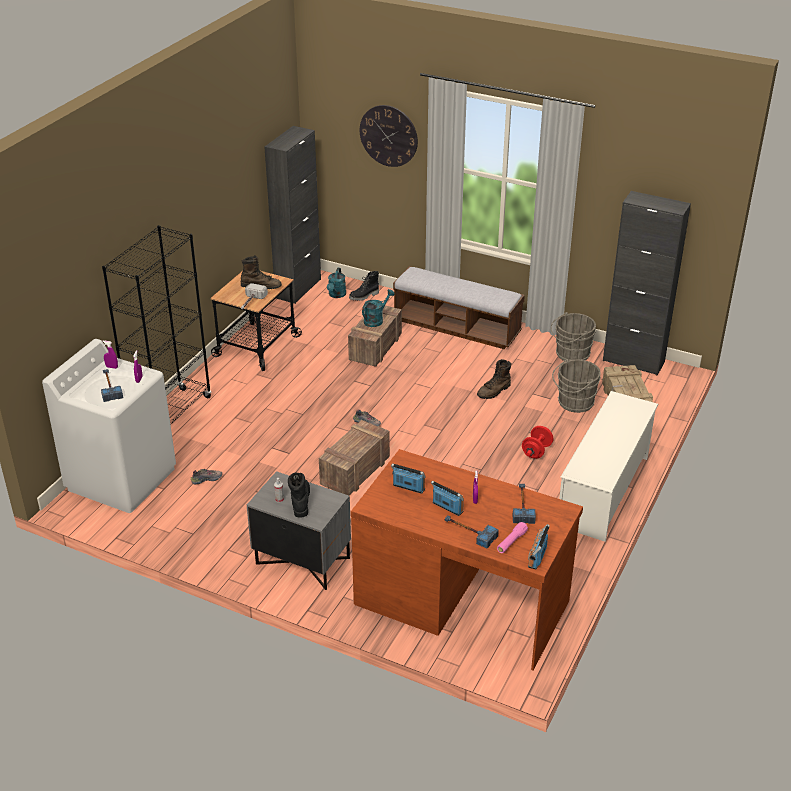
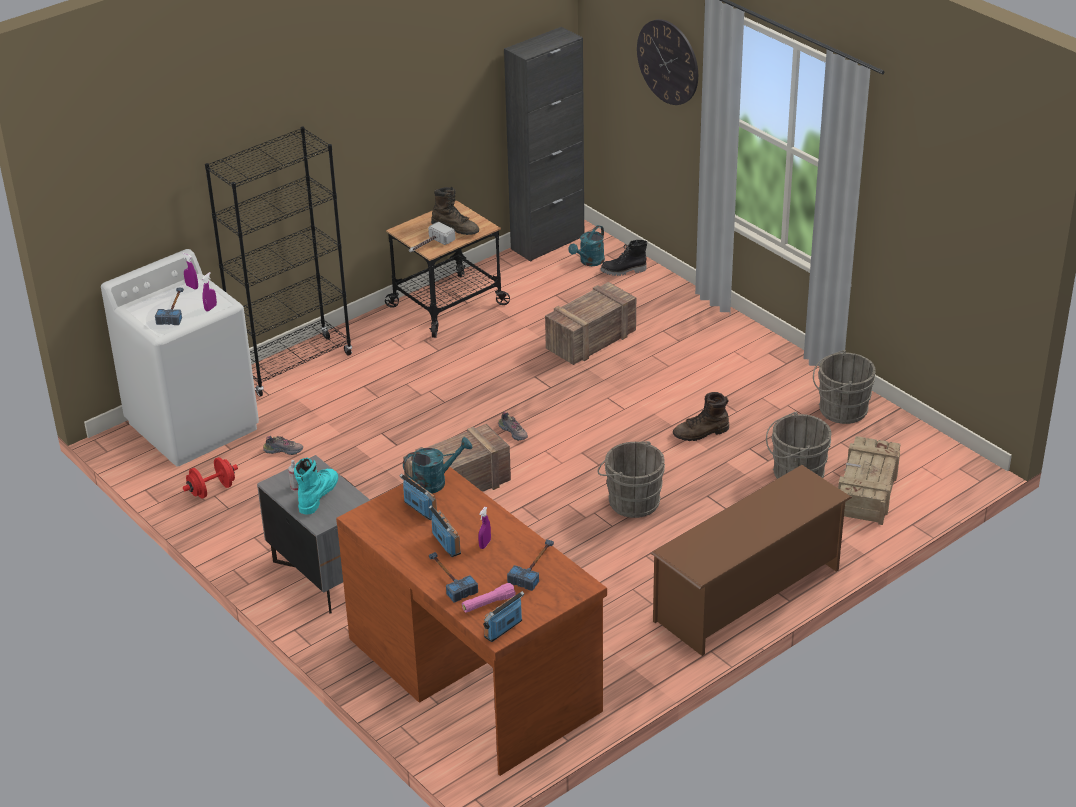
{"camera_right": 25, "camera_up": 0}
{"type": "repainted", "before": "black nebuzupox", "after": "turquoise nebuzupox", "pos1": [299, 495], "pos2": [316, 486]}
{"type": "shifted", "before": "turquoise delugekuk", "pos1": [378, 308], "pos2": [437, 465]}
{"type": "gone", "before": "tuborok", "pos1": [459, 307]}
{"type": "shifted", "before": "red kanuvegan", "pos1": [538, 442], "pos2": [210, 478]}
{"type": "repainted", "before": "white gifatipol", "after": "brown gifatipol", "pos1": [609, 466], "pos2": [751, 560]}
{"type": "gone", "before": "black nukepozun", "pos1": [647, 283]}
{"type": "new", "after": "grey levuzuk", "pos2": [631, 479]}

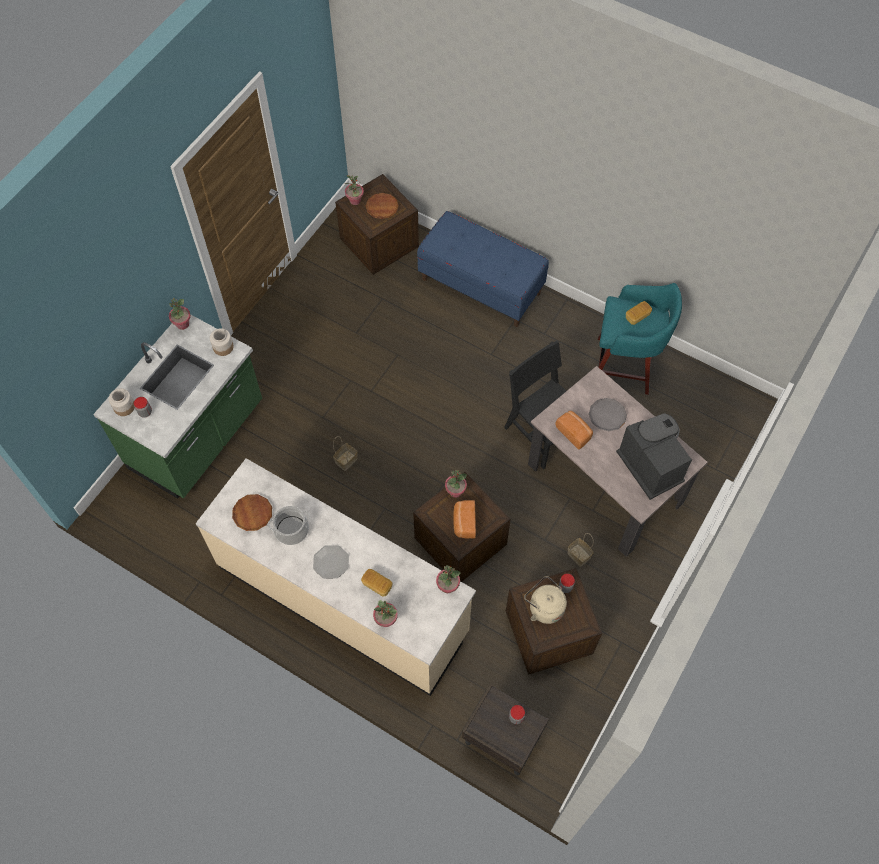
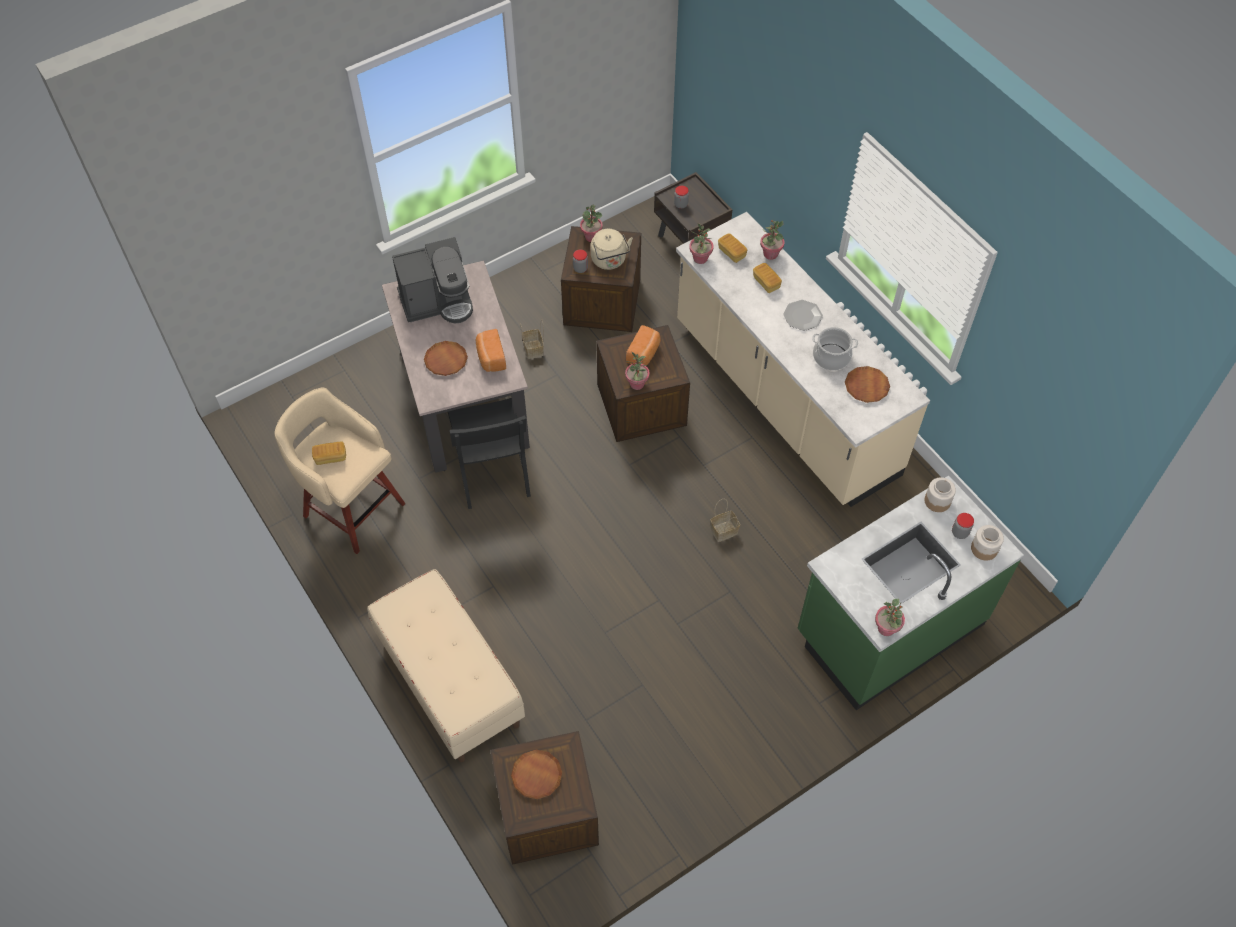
{"camera_right": -155, "camera_up": -5}
{"type": "shifted", "before": "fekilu", "pos1": [222, 342], "pos2": [940, 494]}
{"type": "shifted", "before": "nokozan", "pos1": [354, 190], "pos2": [591, 223]}
{"type": "repainted", "before": "blue tuborok", "after": "beige tuborok", "pos1": [483, 269], "pos2": [446, 665]}
{"type": "repainted", "before": "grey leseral", "after": "brown leseral", "pos1": [608, 414], "pos2": [446, 358]}
{"type": "repainted", "before": "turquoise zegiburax", "after": "beige zegiburax", "pos1": [640, 339], "pos2": [339, 470]}
{"type": "rotated", "before": "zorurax", "pos1": [654, 457], "pos2": [432, 280], "turn": -105}
{"type": "new", "after": "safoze", "pos2": [732, 248]}

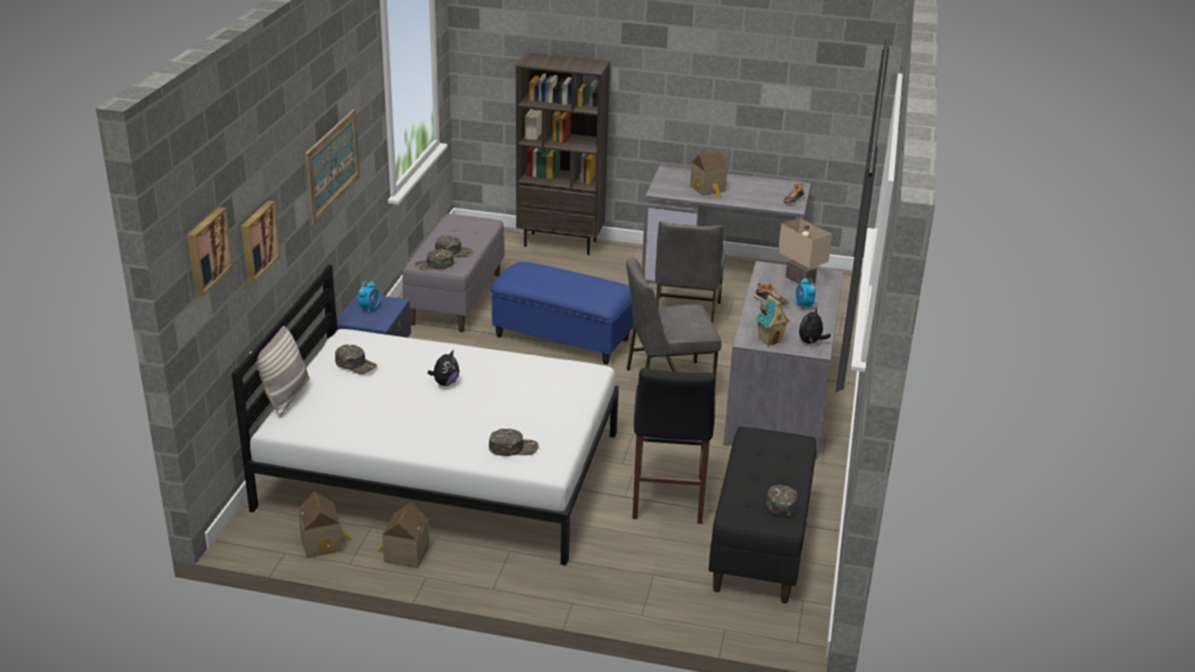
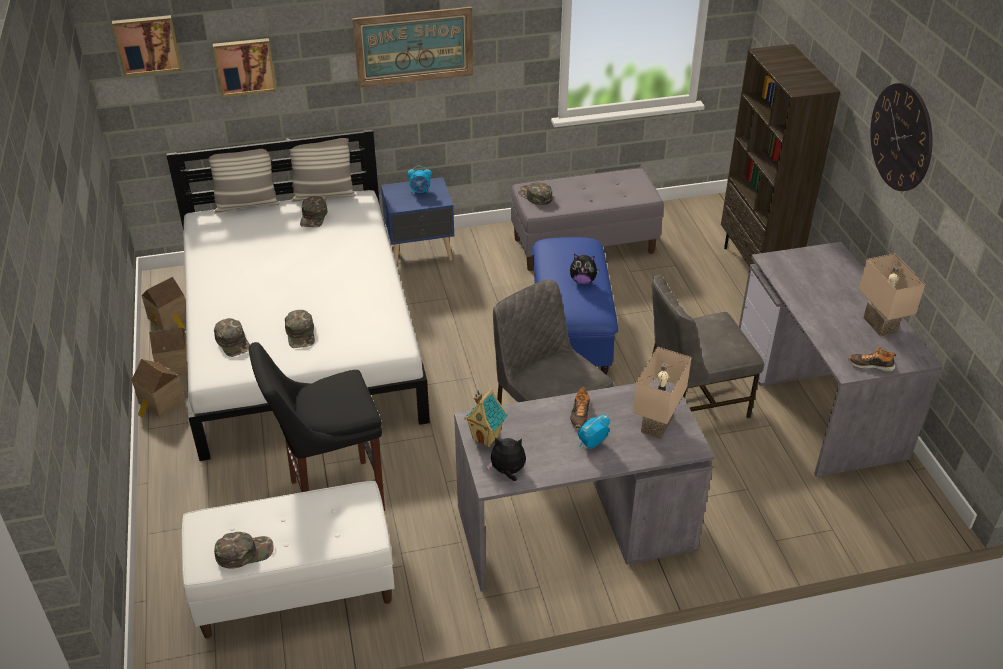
{"camera_right": 65, "camera_up": 10}
{"type": "shifted", "before": "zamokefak", "pos1": [444, 368], "pos2": [585, 269]}
{"type": "shifted", "before": "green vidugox", "pos1": [454, 246], "pos2": [300, 329]}
{"type": "shifted", "before": "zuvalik", "pos1": [709, 174], "pos2": [158, 388]}
{"type": "repainted", "before": "black tuborok", "after": "white tuborok", "pos1": [762, 515], "pos2": [288, 559]}
{"type": "new", "after": "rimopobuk", "pos2": [321, 170]}
{"type": "new", "after": "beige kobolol", "pos2": [892, 295]}
{"type": "new", "after": "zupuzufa", "pos2": [901, 137]}

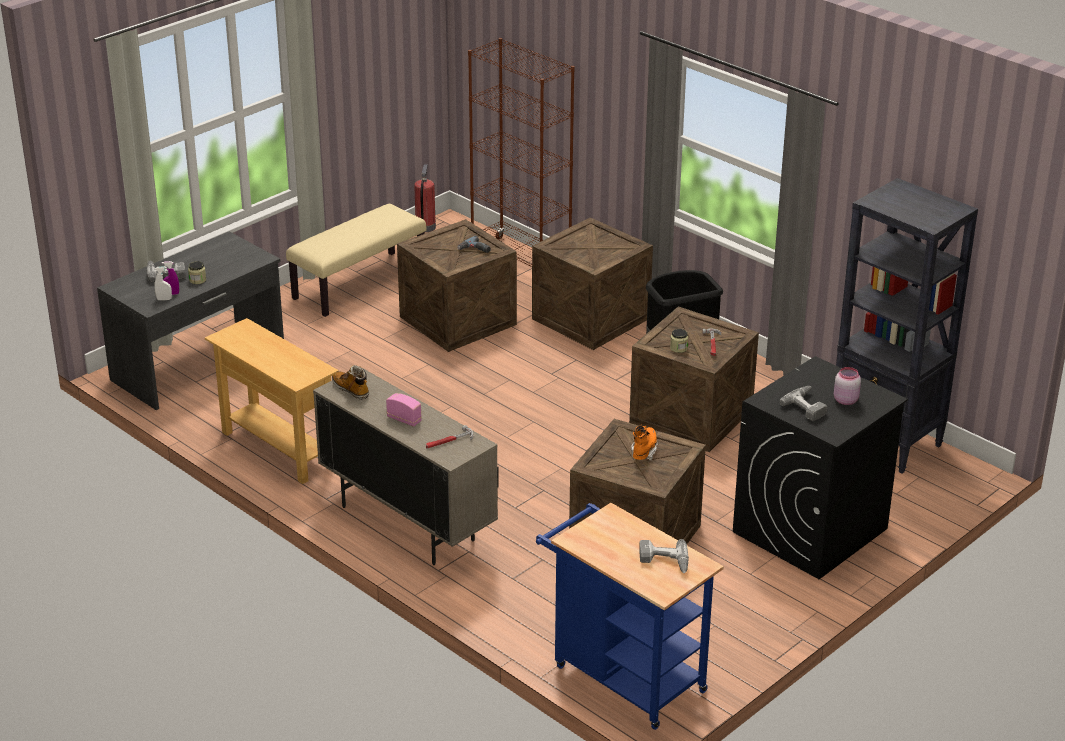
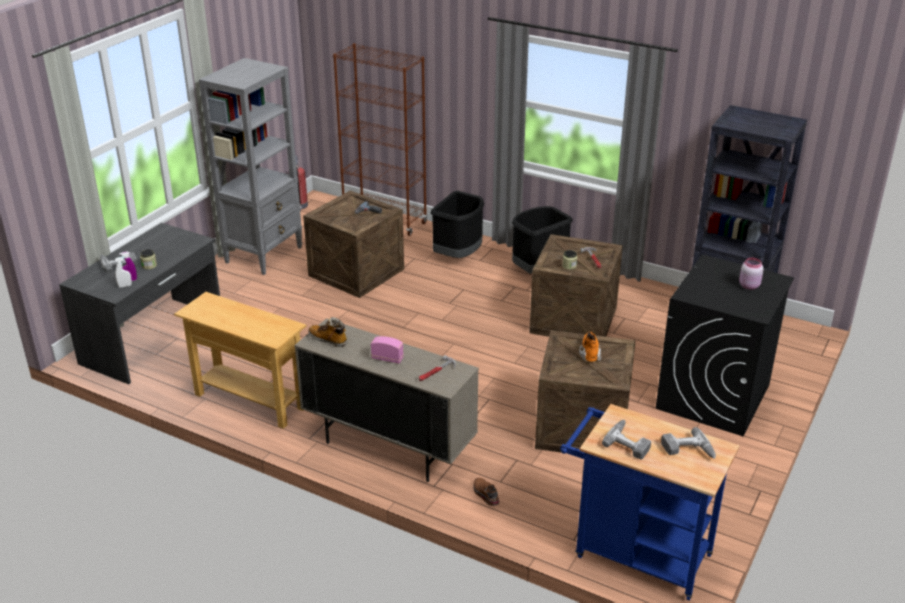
{"camera_right": -15, "camera_up": 0}
{"type": "swapped", "before": "beige tuborok", "after": "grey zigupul", "pos1": [356, 260], "pos2": [250, 166]}
{"type": "swapped", "before": "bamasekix", "after": "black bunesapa", "pos1": [592, 283], "pos2": [457, 224]}
{"type": "shifted", "before": "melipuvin", "pos1": [803, 403], "pos2": [626, 440]}
{"type": "new", "after": "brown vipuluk", "pos2": [486, 492]}

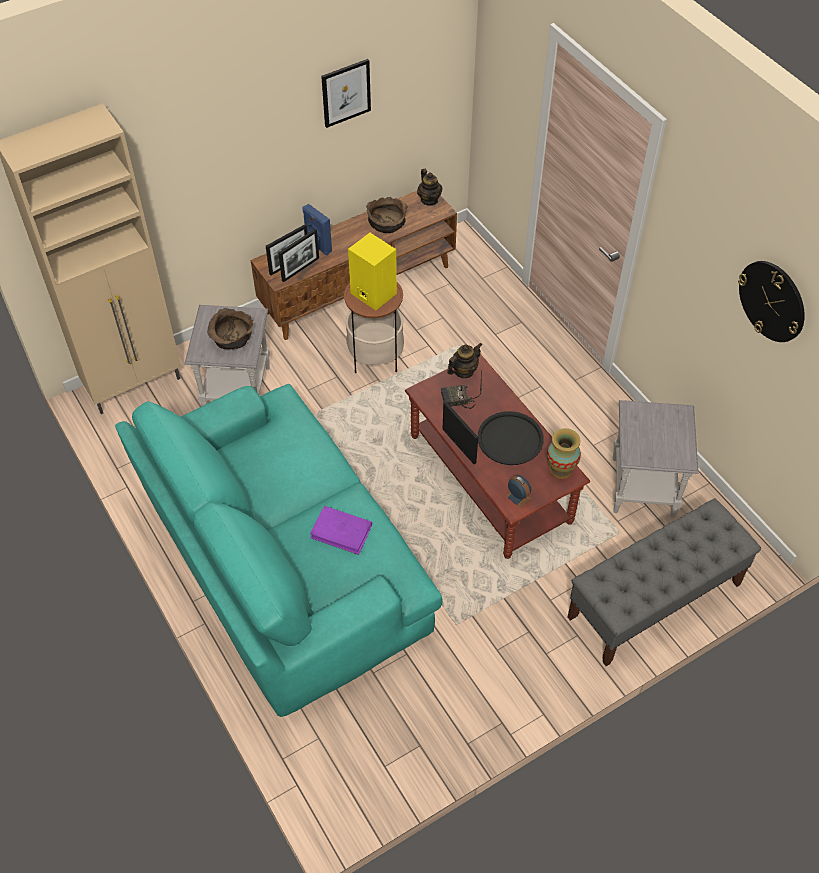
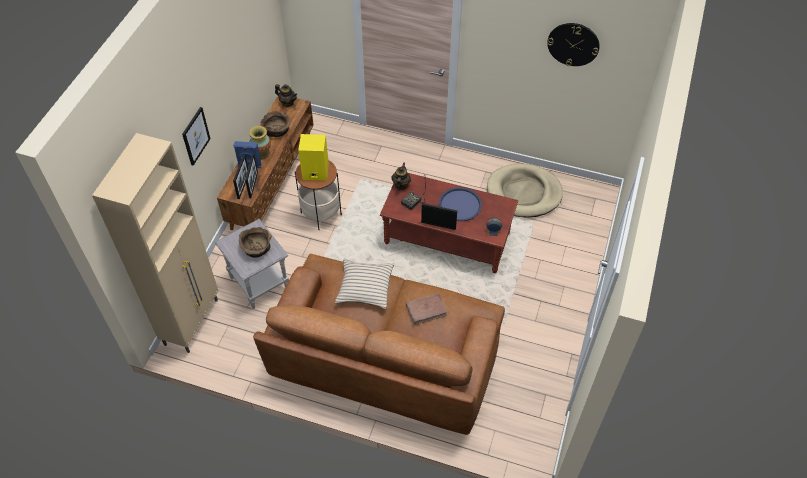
{"camera_right": -40, "camera_up": 0}
{"type": "repainted", "before": "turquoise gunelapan", "after": "brown gunelapan", "pos1": [279, 550], "pos2": [379, 344]}
{"type": "repainted", "before": "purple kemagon", "after": "brown kemagon", "pos1": [341, 530], "pos2": [427, 309]}
{"type": "shifted", "before": "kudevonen", "pos1": [346, 93], "pos2": [196, 136]}
{"type": "repainted", "before": "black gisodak", "after": "blue gisodak", "pos1": [511, 438], "pos2": [460, 204]}
{"type": "shifted", "before": "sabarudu", "pos1": [563, 453], "pos2": [260, 142]}
{"type": "gone", "before": "grey tuborok", "pos1": [664, 582]}
{"type": "swapped", "before": "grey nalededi", "after": "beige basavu", "pos1": [656, 459], "pos2": [525, 191]}
{"type": "new", "after": "beige rimopobuk", "pos2": [364, 284]}

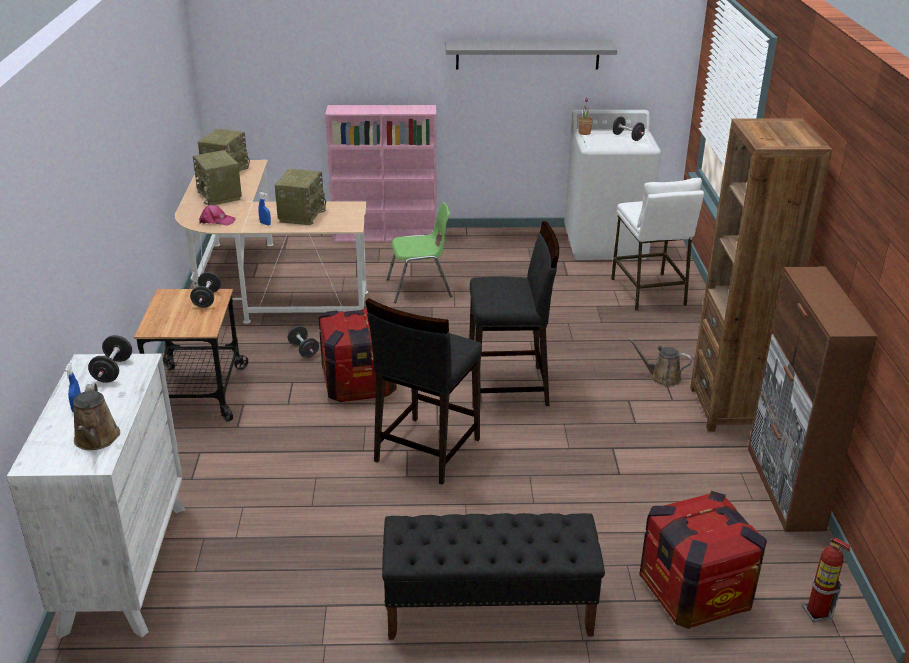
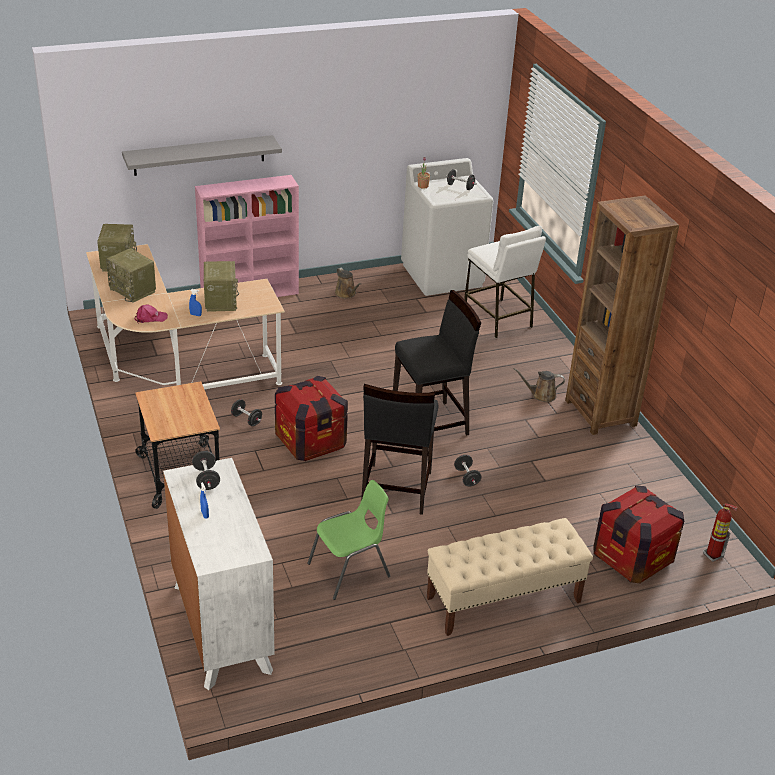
{"camera_right": -20, "camera_up": 5}
{"type": "shifted", "before": "brown delugekuk", "pos1": [96, 416], "pos2": [348, 283]}
{"type": "shifted", "before": "black kanuvegan", "pos1": [205, 290], "pos2": [467, 470]}
{"type": "repainted", "before": "black tuborok", "after": "beige tuborok", "pos1": [493, 576], "pos2": [510, 577]}
{"type": "shifted", "before": "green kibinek", "pos1": [419, 252], "pos2": [348, 540]}
{"type": "shifted", "before": "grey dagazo", "pos1": [531, 55], "pos2": [202, 155]}
{"type": "gone", "before": "brown nukepozun", "pos1": [812, 399]}

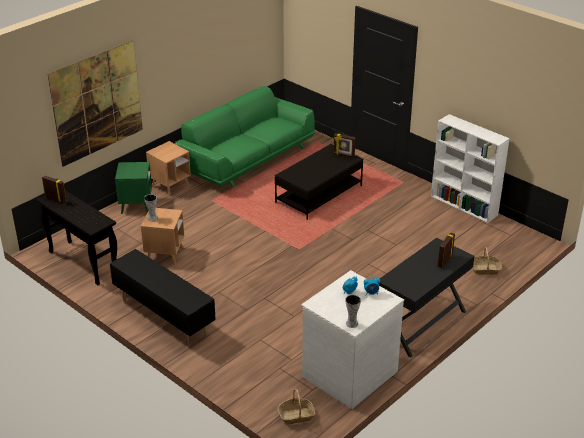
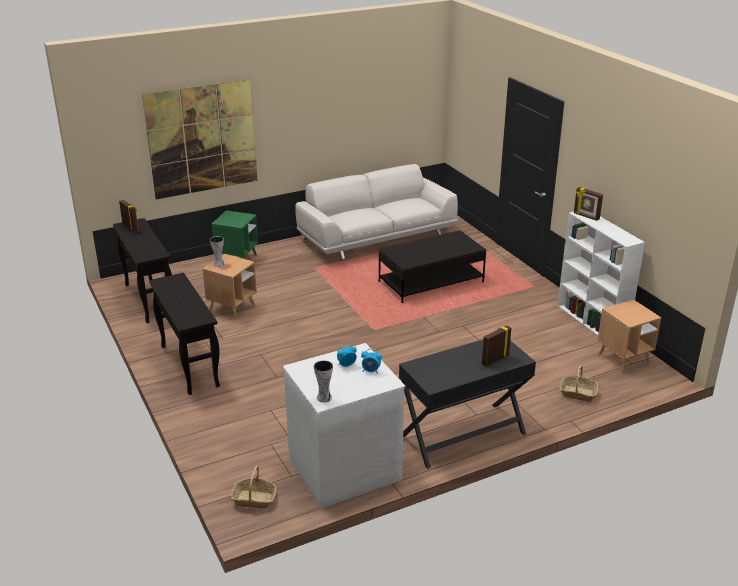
{"camera_right": 20, "camera_up": -5}
{"type": "swapped", "before": "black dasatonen", "after": "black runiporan", "pos1": [163, 297], "pos2": [184, 334]}
{"type": "shifted", "before": "brown nalededi", "pos1": [168, 169], "pos2": [629, 336]}
{"type": "repainted", "before": "green gunelapan", "after": "white gunelapan", "pos1": [245, 137], "pos2": [376, 211]}
{"type": "shifted", "before": "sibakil", "pos1": [345, 145], "pos2": [588, 204]}

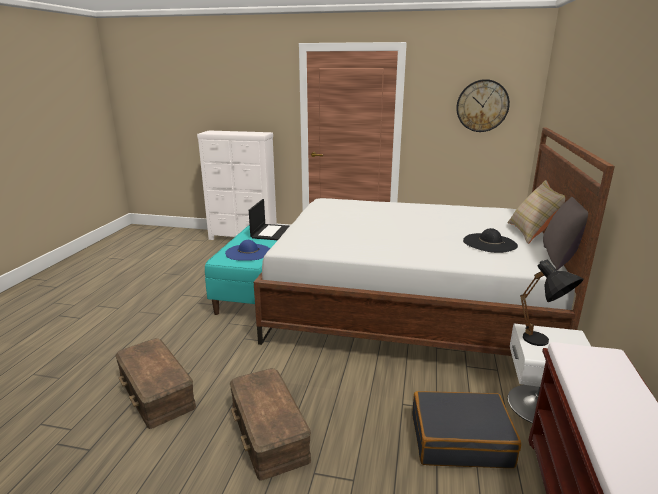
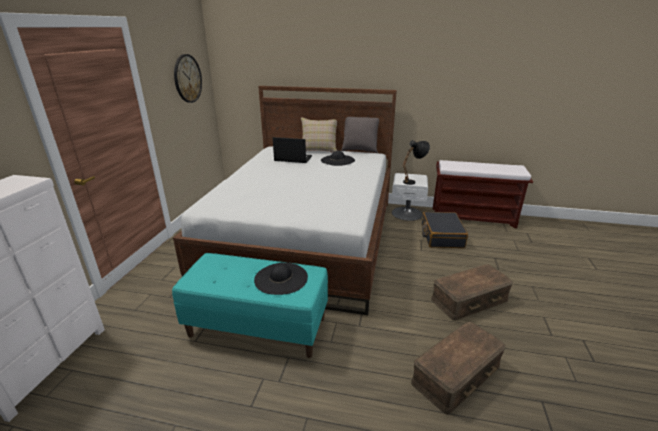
{"camera_right": -90, "camera_up": 5}
{"type": "repainted", "before": "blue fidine", "after": "black fidine", "pos1": [247, 250], "pos2": [281, 278]}
{"type": "shifted", "before": "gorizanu", "pos1": [269, 219], "pos2": [292, 150]}

